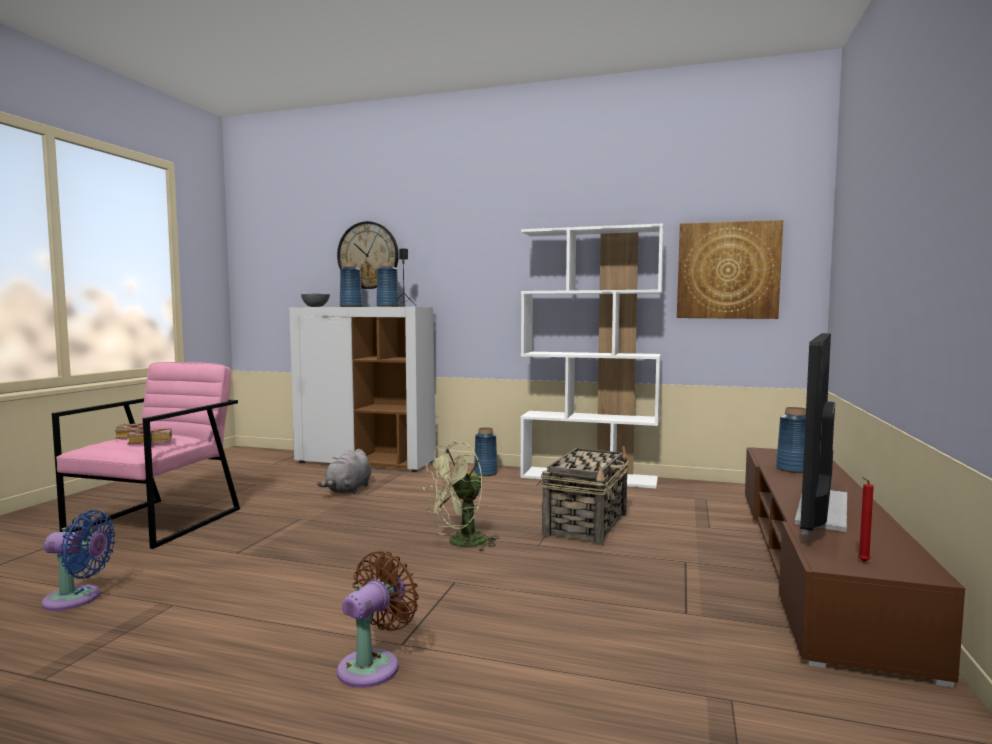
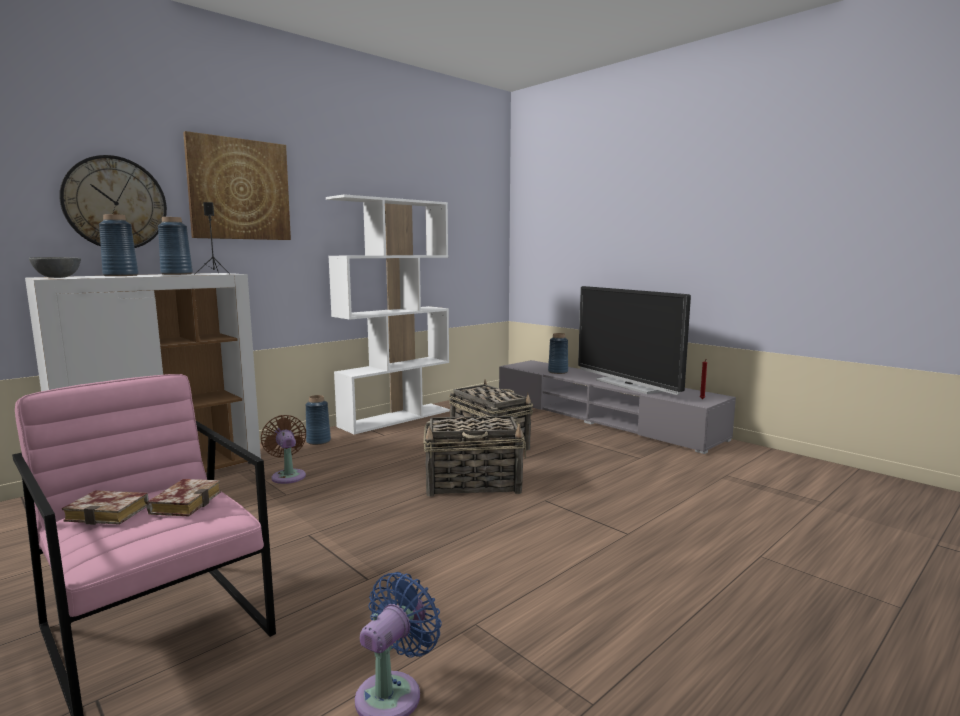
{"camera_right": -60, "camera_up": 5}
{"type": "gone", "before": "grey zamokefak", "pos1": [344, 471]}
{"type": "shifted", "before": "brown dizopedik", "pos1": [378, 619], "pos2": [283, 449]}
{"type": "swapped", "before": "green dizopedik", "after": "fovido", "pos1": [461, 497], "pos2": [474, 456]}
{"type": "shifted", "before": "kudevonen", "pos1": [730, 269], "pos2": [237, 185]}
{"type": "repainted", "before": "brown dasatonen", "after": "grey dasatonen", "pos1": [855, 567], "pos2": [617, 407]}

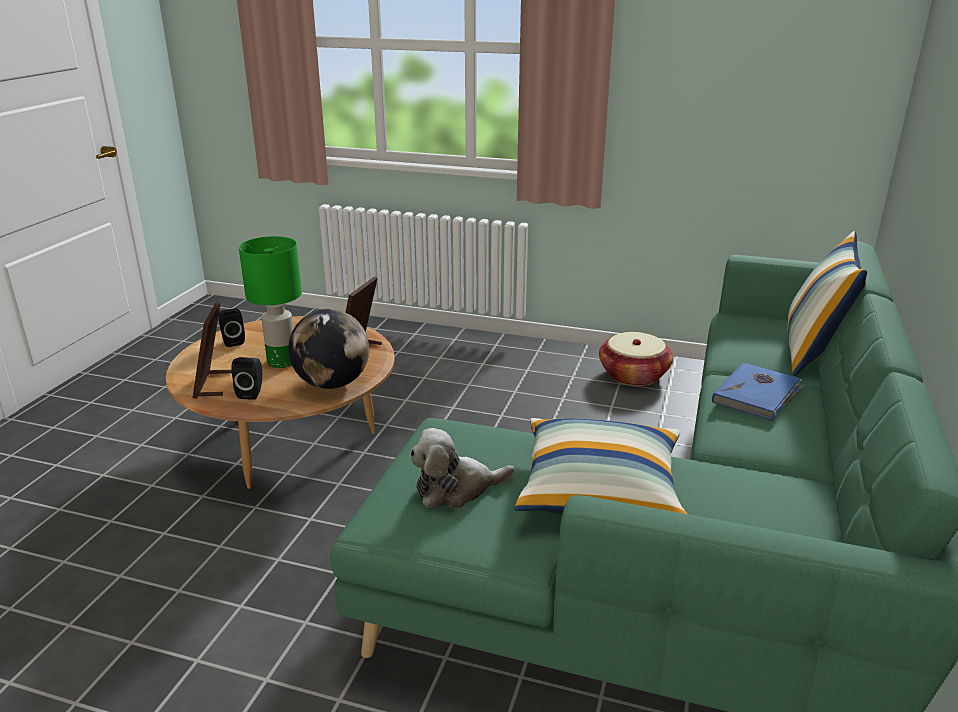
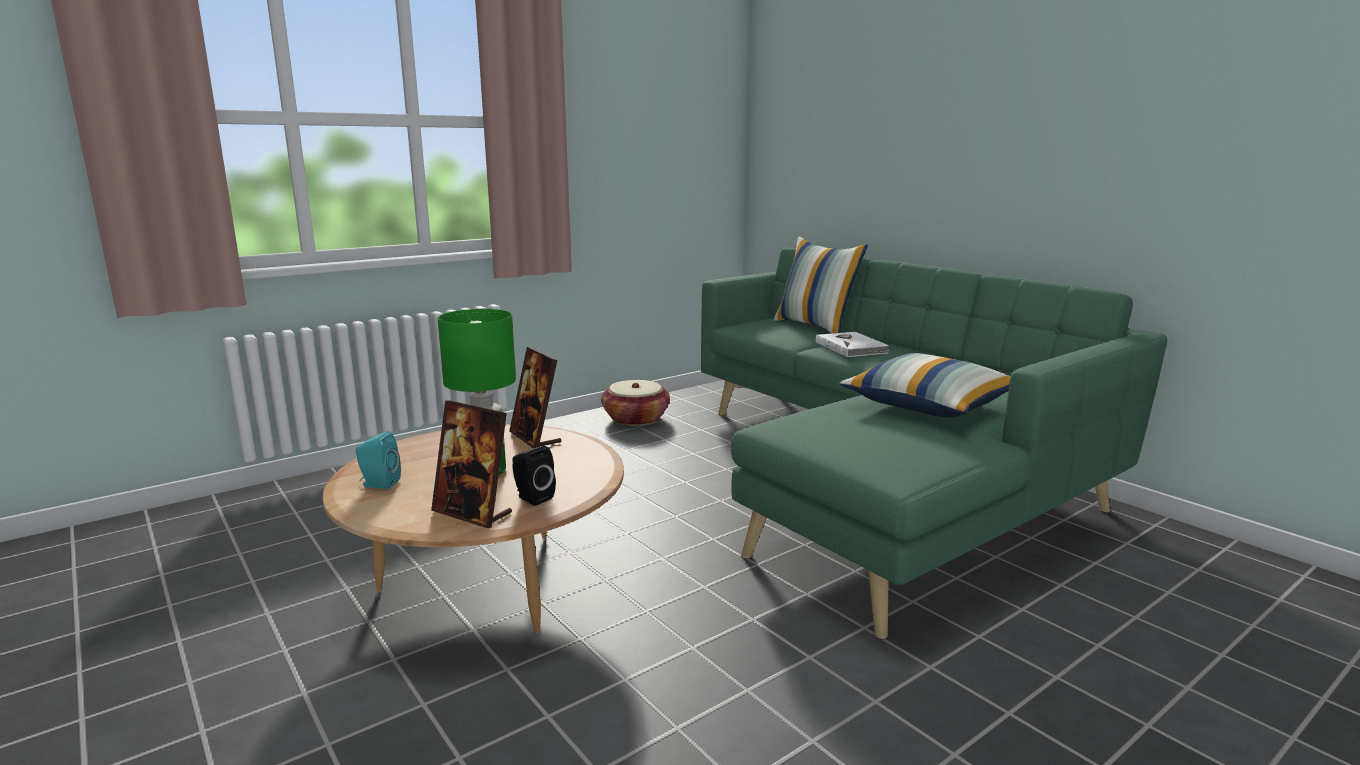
{"camera_right": -55, "camera_up": -10}
{"type": "repainted", "before": "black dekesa", "after": "turquoise dekesa", "pos1": [231, 327], "pos2": [378, 460]}
{"type": "gone", "before": "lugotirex", "pos1": [328, 349]}
{"type": "gone", "before": "zamokefak", "pos1": [462, 468]}
{"type": "repainted", "before": "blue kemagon", "after": "white kemagon", "pos1": [758, 392], "pos2": [852, 344]}

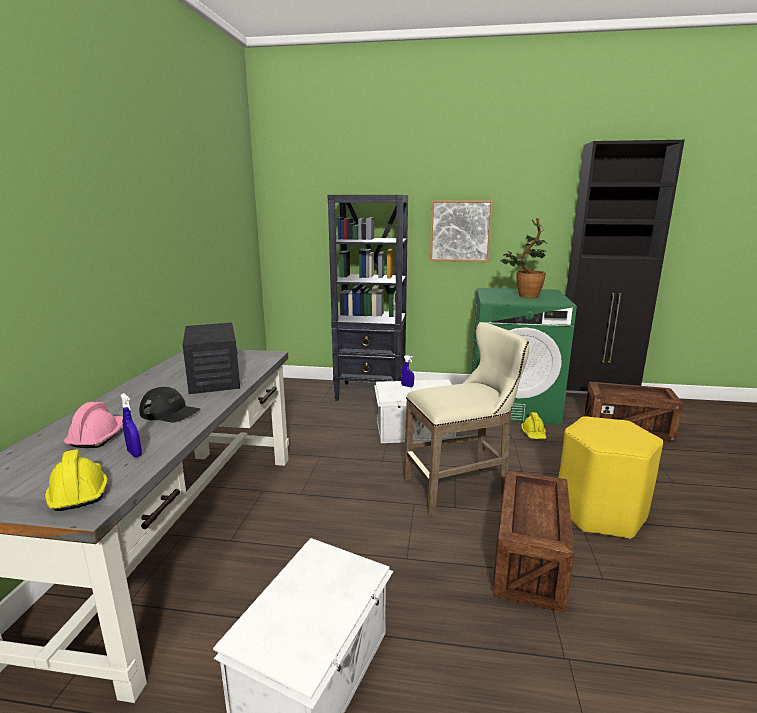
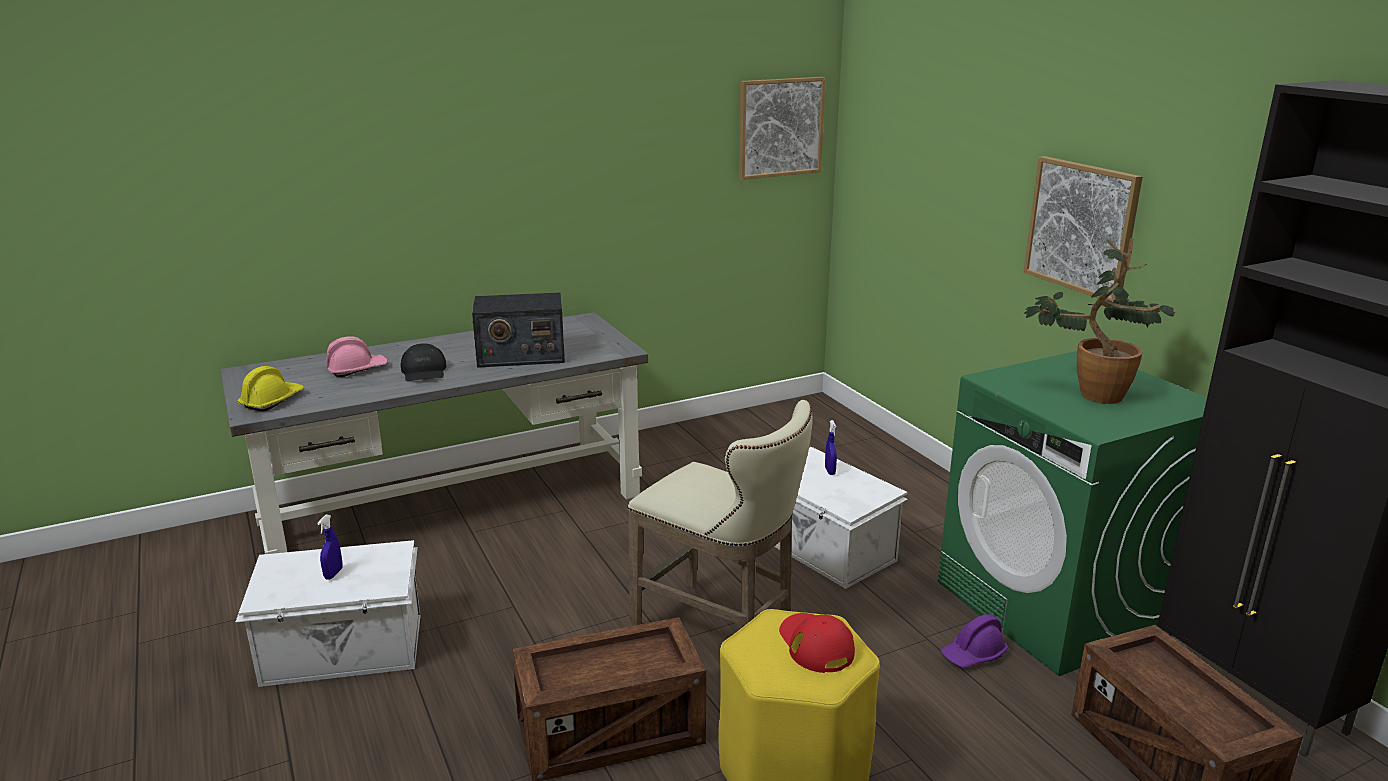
{"camera_right": 55, "camera_up": 5}
{"type": "shifted", "before": "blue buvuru", "pos1": [131, 425], "pos2": [329, 547]}
{"type": "rotated", "before": "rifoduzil", "pos1": [211, 358], "pos2": [518, 330], "turn": 45}
{"type": "gone", "before": "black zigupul", "pos1": [368, 298]}
{"type": "repainted", "before": "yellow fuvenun", "after": "purple fuvenun", "pos1": [533, 425], "pos2": [974, 641]}
{"type": "new", "after": "kudevonen", "pos2": [782, 128]}
{"type": "new", "after": "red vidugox", "pos2": [817, 643]}

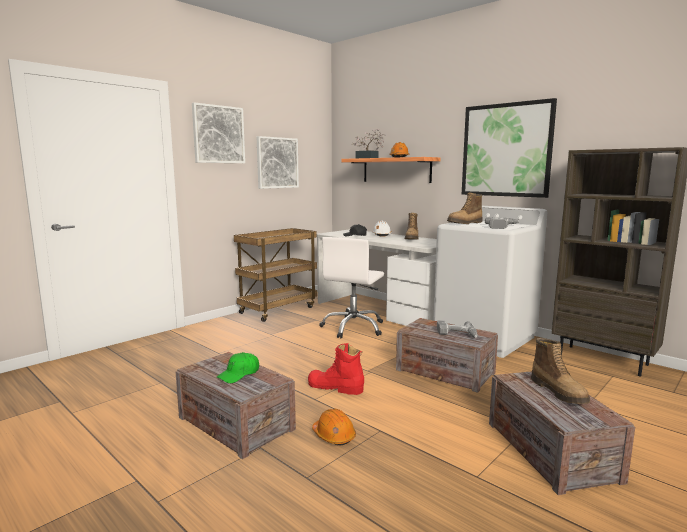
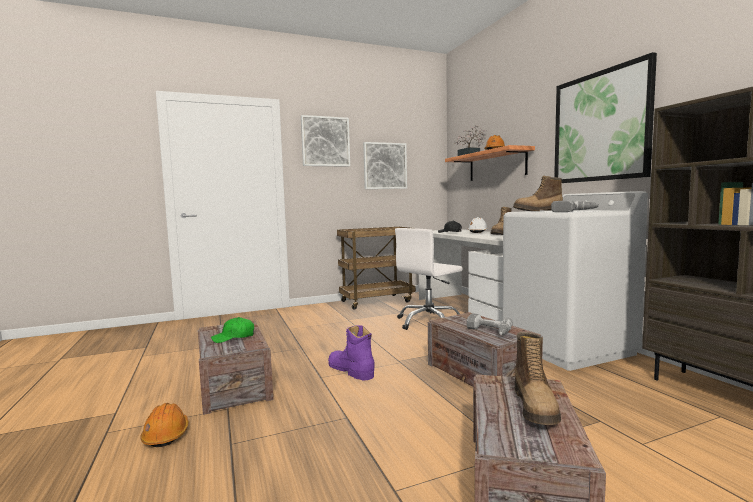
{"camera_right": 25, "camera_up": -5}
{"type": "repainted", "before": "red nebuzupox", "after": "purple nebuzupox", "pos1": [336, 369], "pos2": [351, 352]}
{"type": "shifted", "before": "orange fuvenun", "pos1": [334, 427], "pos2": [164, 425]}

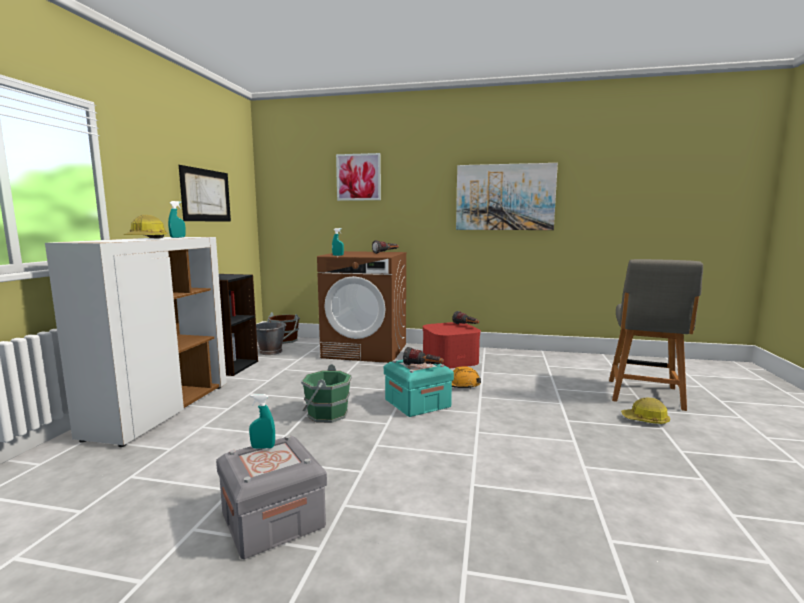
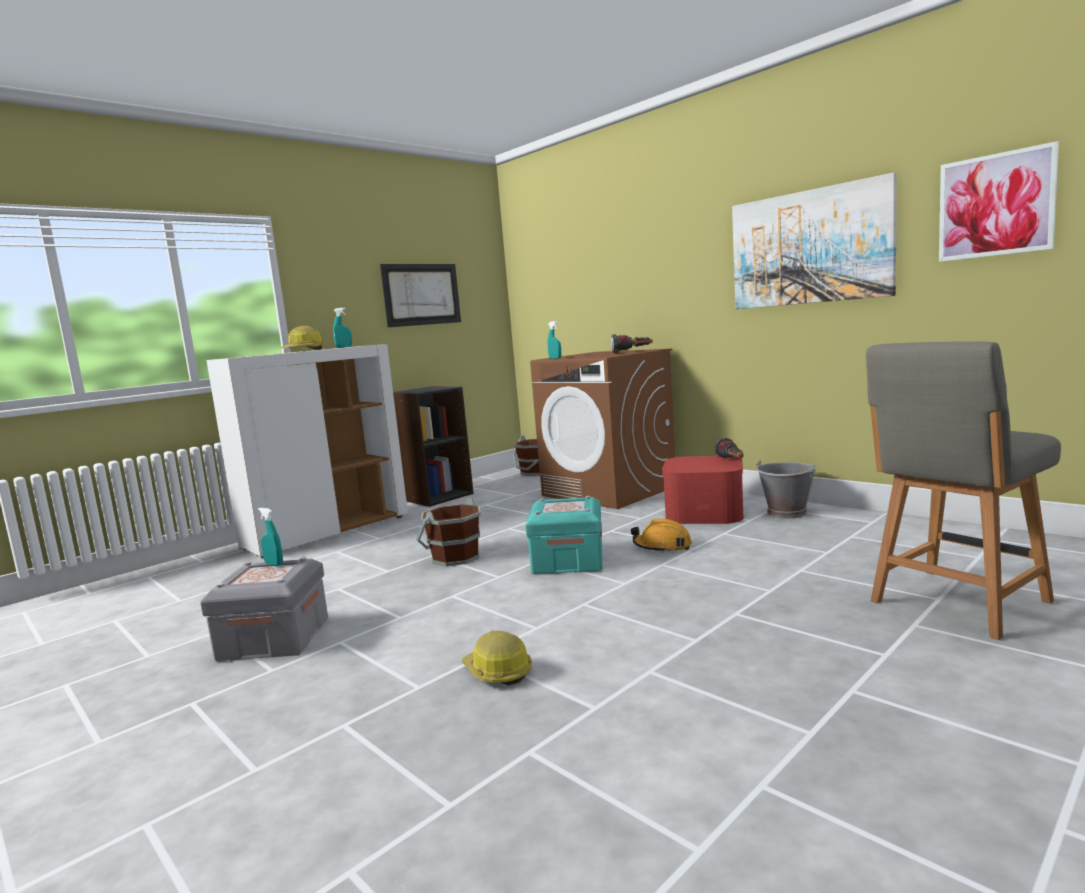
{"camera_right": 35, "camera_up": 0}
{"type": "shifted", "before": "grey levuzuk", "pos1": [271, 338], "pos2": [786, 489]}
{"type": "repainted", "before": "green levuzuk", "after": "brown levuzuk", "pos1": [326, 393], "pos2": [448, 531]}
{"type": "shifted", "before": "kudevonen", "pos1": [358, 177], "pos2": [999, 201]}
{"type": "gone", "before": "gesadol", "pos1": [423, 356]}
{"type": "shifted", "before": "fuvenun", "pos1": [645, 411], "pos2": [496, 658]}

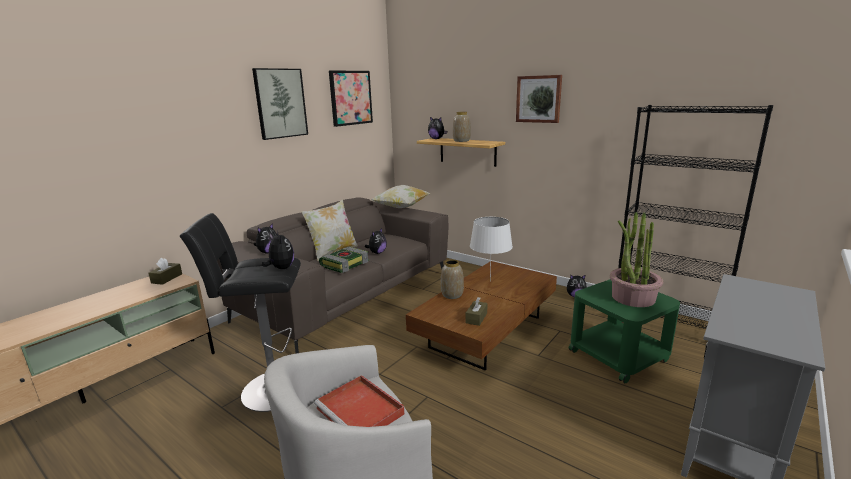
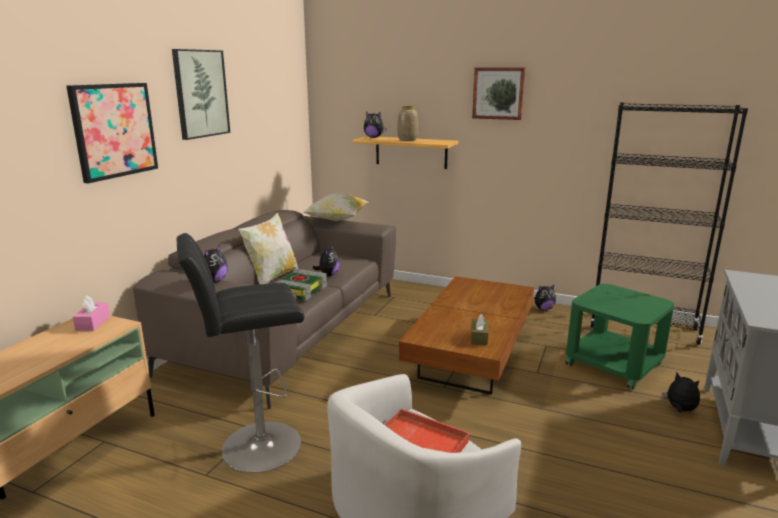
{"camera_right": -15, "camera_up": 0}
{"type": "repainted", "before": "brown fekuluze", "after": "pink fekuluze", "pos1": [165, 271], "pos2": [91, 313]}
{"type": "shifted", "before": "zamokefak", "pos1": [278, 250], "pos2": [681, 392]}
{"type": "shifted", "before": "kudevonen", "pos1": [351, 98], "pos2": [112, 133]}
{"type": "gone", "before": "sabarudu", "pos1": [452, 279]}
{"type": "gone", "before": "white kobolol", "pos1": [491, 249]}
{"type": "gone", "before": "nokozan", "pos1": [636, 259]}

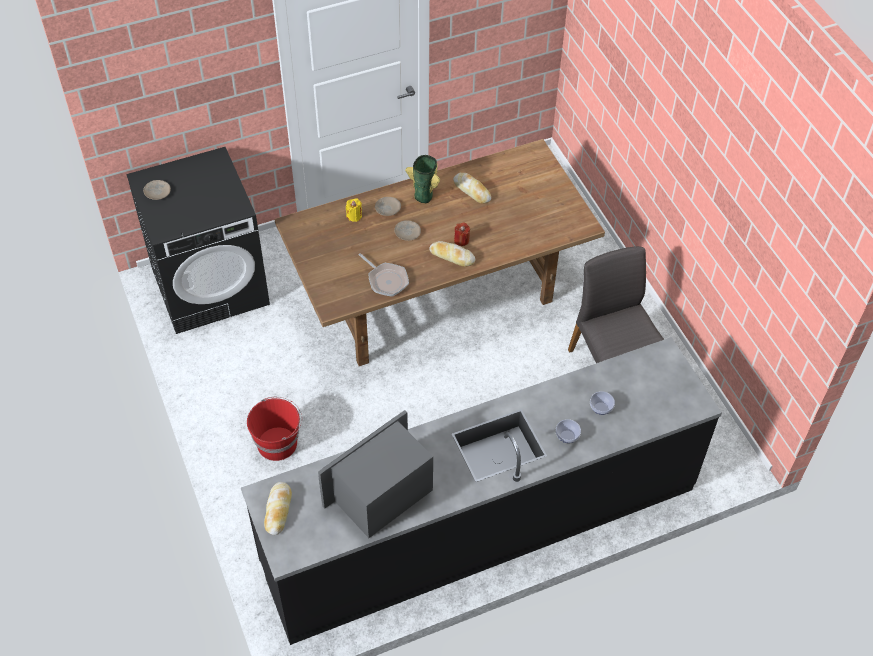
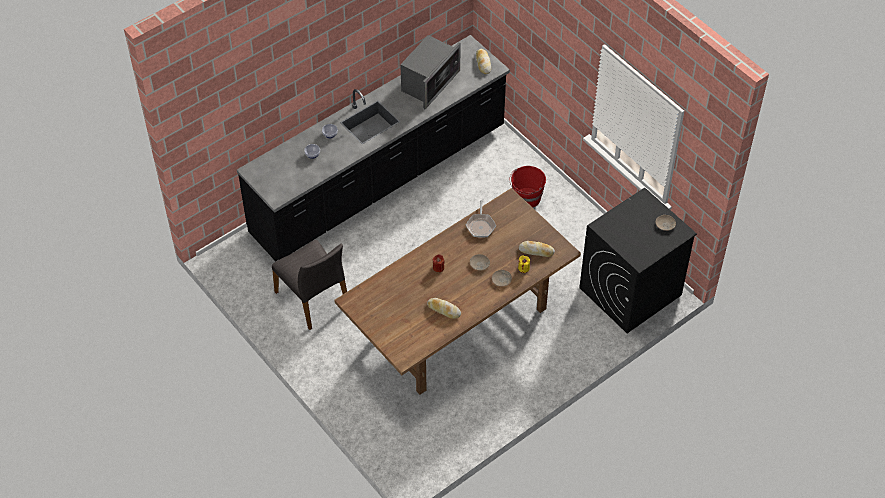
{"camera_right": 165, "camera_up": 0}
{"type": "rotated", "before": "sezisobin", "pos1": [384, 275], "pos2": [481, 218], "turn": -120}
{"type": "gone", "before": "sabarudu", "pos1": [422, 179]}
{"type": "shifted", "before": "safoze", "pos1": [452, 254], "pos2": [537, 249]}

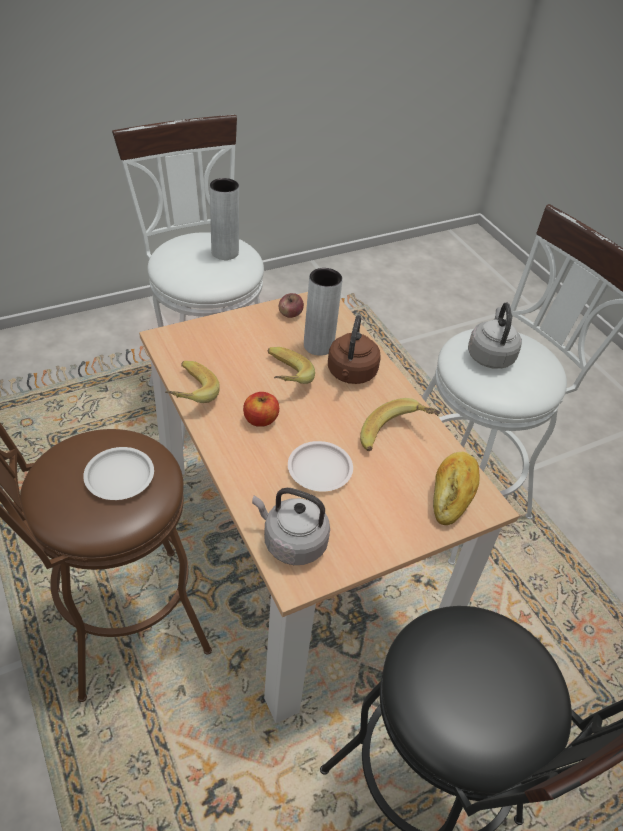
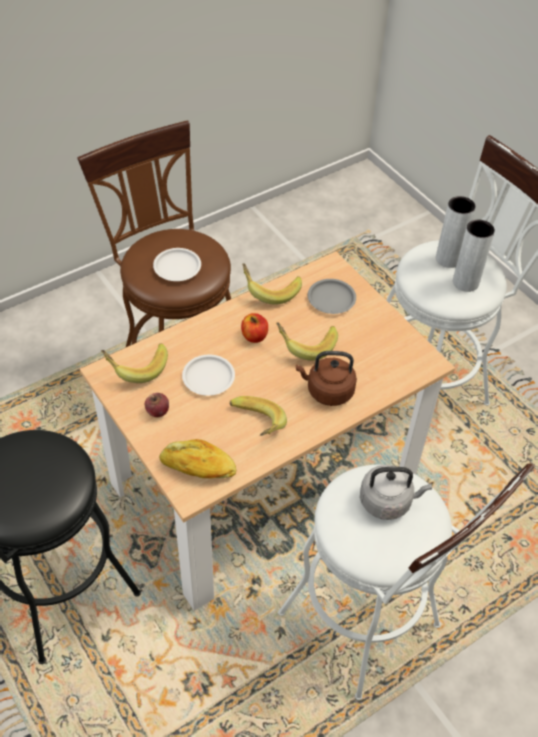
{"camera_right": 85, "camera_up": 5}
{"type": "swapped", "before": "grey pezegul", "after": "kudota", "pos1": [291, 526], "pos2": [134, 363]}
{"type": "shifted", "before": "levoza", "pos1": [291, 305], "pos2": [157, 405]}
{"type": "shifted", "before": "grey sabarudu", "pos1": [323, 312], "pos2": [456, 232]}
{"type": "new", "after": "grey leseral", "pos2": [332, 296]}

